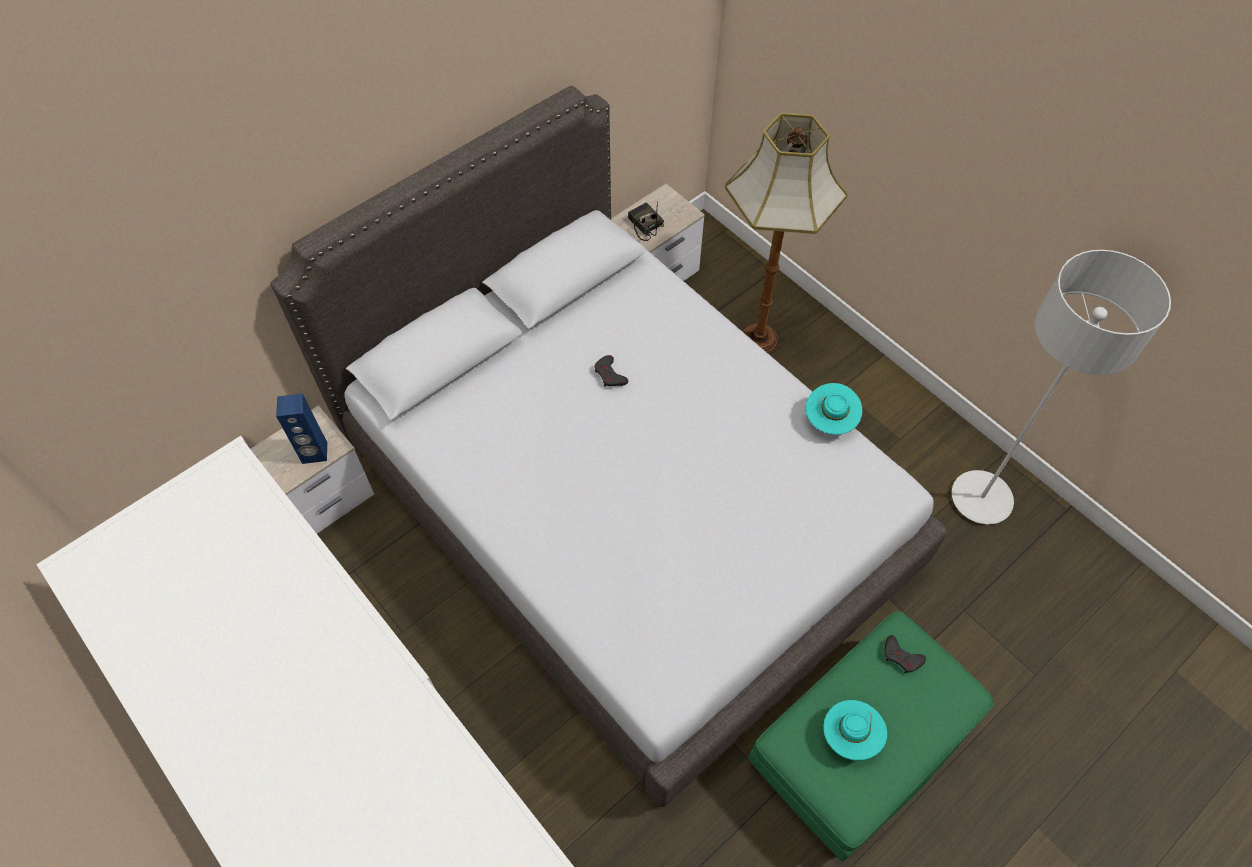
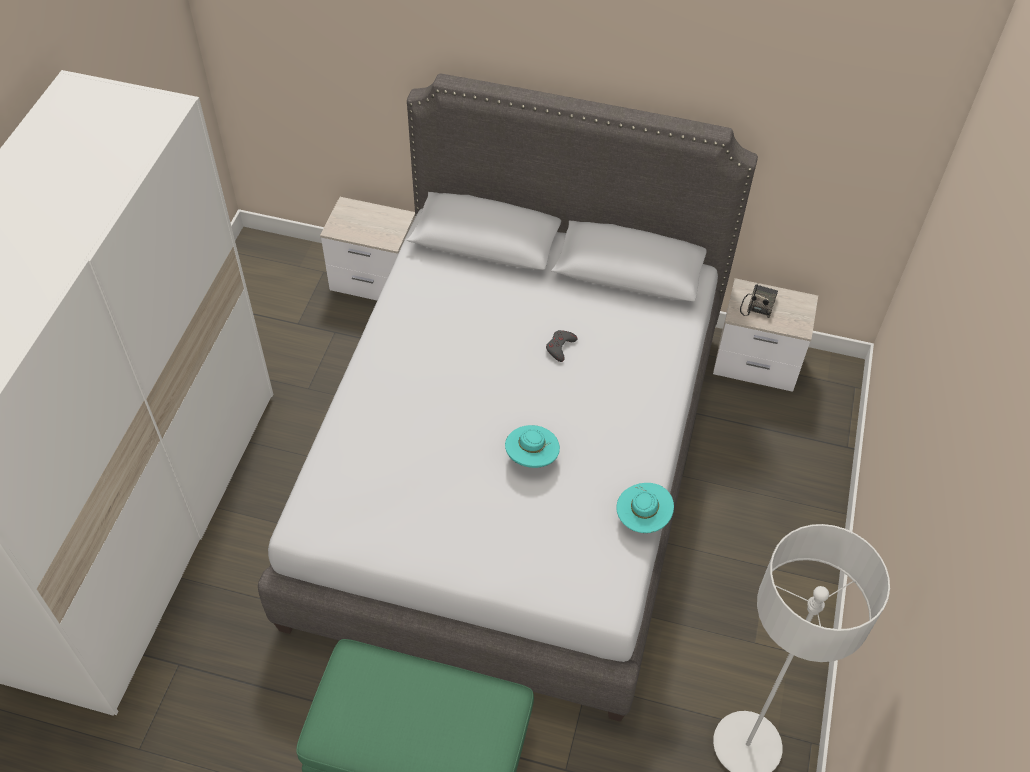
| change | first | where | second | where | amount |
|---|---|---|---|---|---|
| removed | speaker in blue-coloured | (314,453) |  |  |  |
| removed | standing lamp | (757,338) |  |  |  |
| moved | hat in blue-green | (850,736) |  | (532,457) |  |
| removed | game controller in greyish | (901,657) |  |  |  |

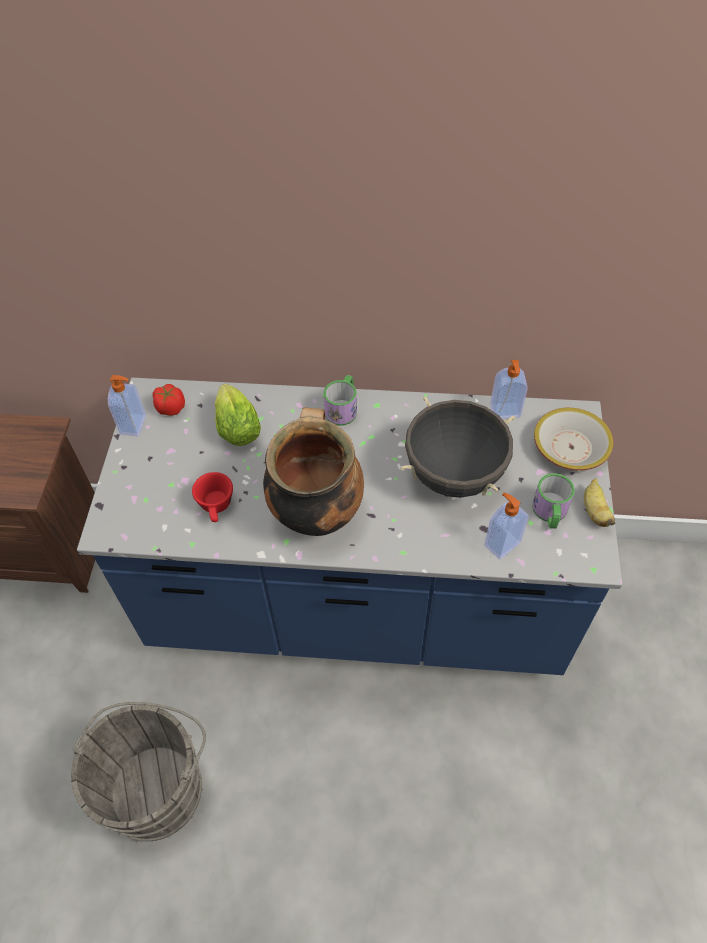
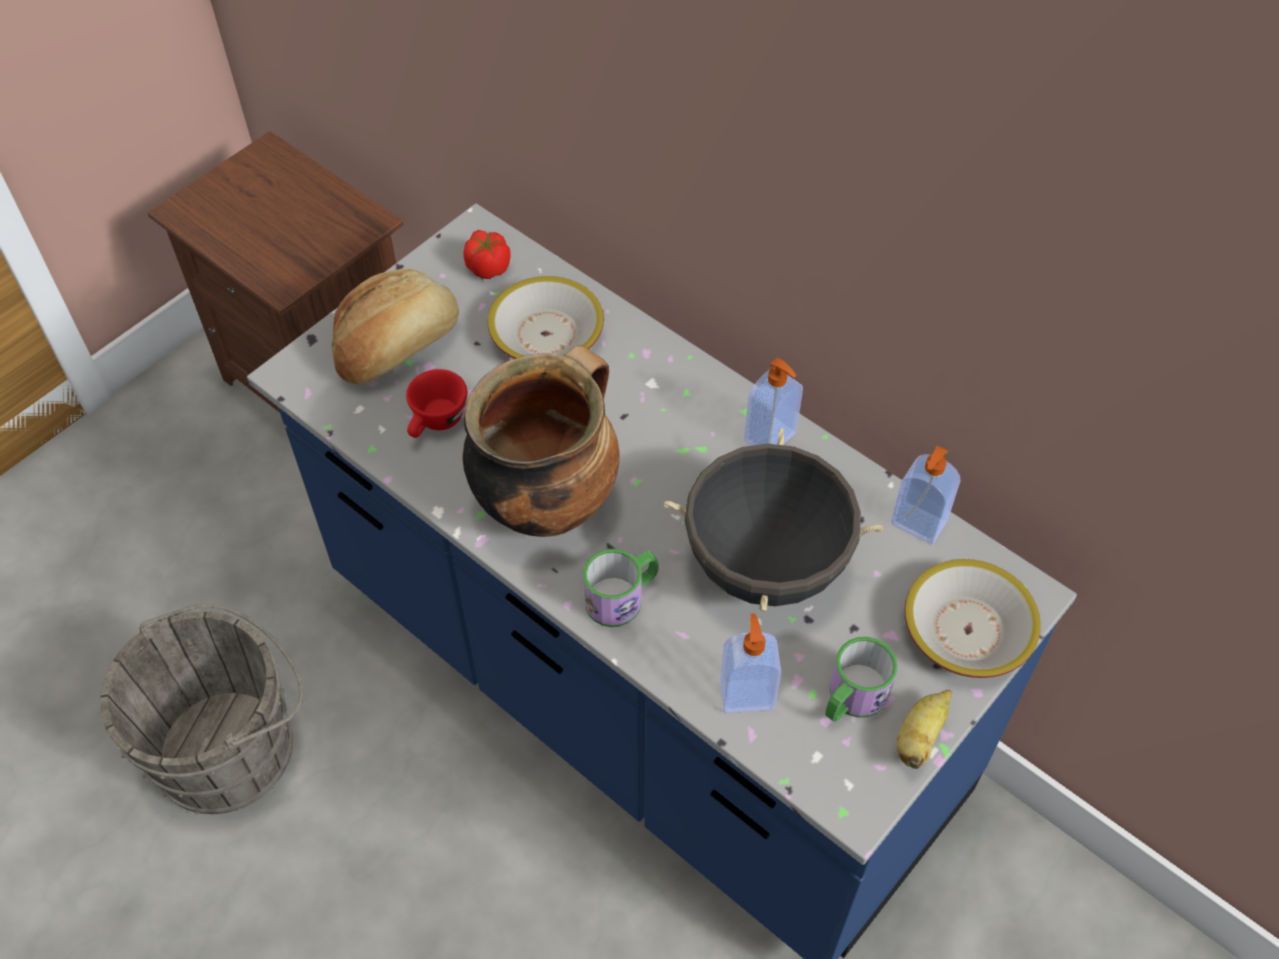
| change | first | where | second | where | amount |
|---|---|---|---|---|---|
| moved | soap bottle | (134,425) |  | (771,438) |  |
| replaced | lettuce | (236,426) | serving bowl | (546,335) |  |
| moved | tea mug | (343,408) |  | (622,596) |  |
| added |  |  | bread | (397,346) |  |

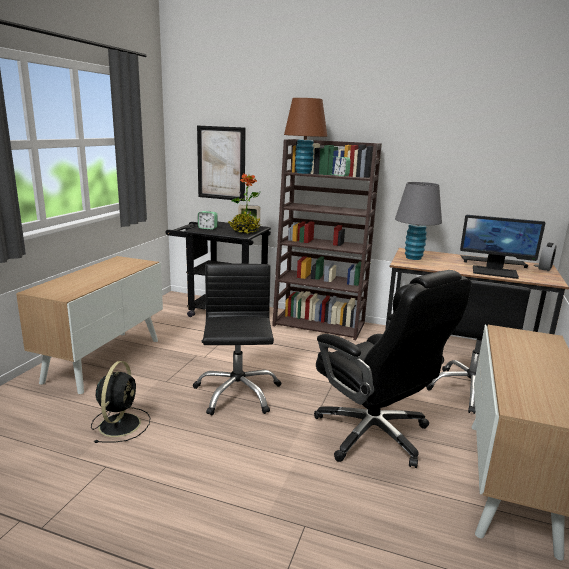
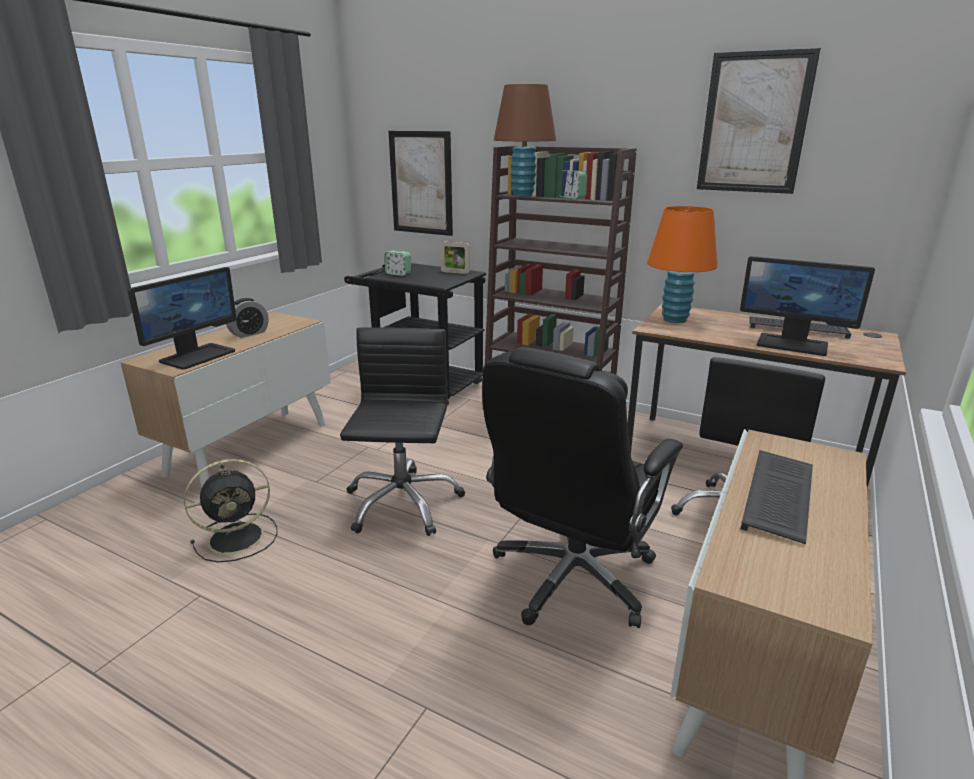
| change | first | where | second | where | amount |
|---|---|---|---|---|---|
| turned | electric fan in blackish | (120,424) |  | (239,537) | 45 degrees clockwise |
| removed | potted plant | (244,231) |  |  |  |
| turned | desk chair in blackish | (374,434) |  | (572,578) | 60 degrees clockwise |
| recoloured | tabletop lamp in greyish | (413,258) | tabletop lamp in orange | (675,319) |  |
| moved | bedside clock | (545,268) |  | (249,333) |  |
| added |  |  | computer screen | (197,356) |  |
| added |  |  | wall picture | (754,123) |  |
| added |  |  | PC keyboard | (780,498) |  |

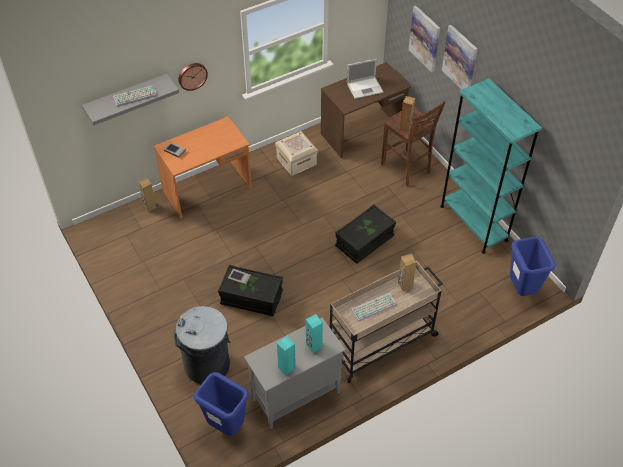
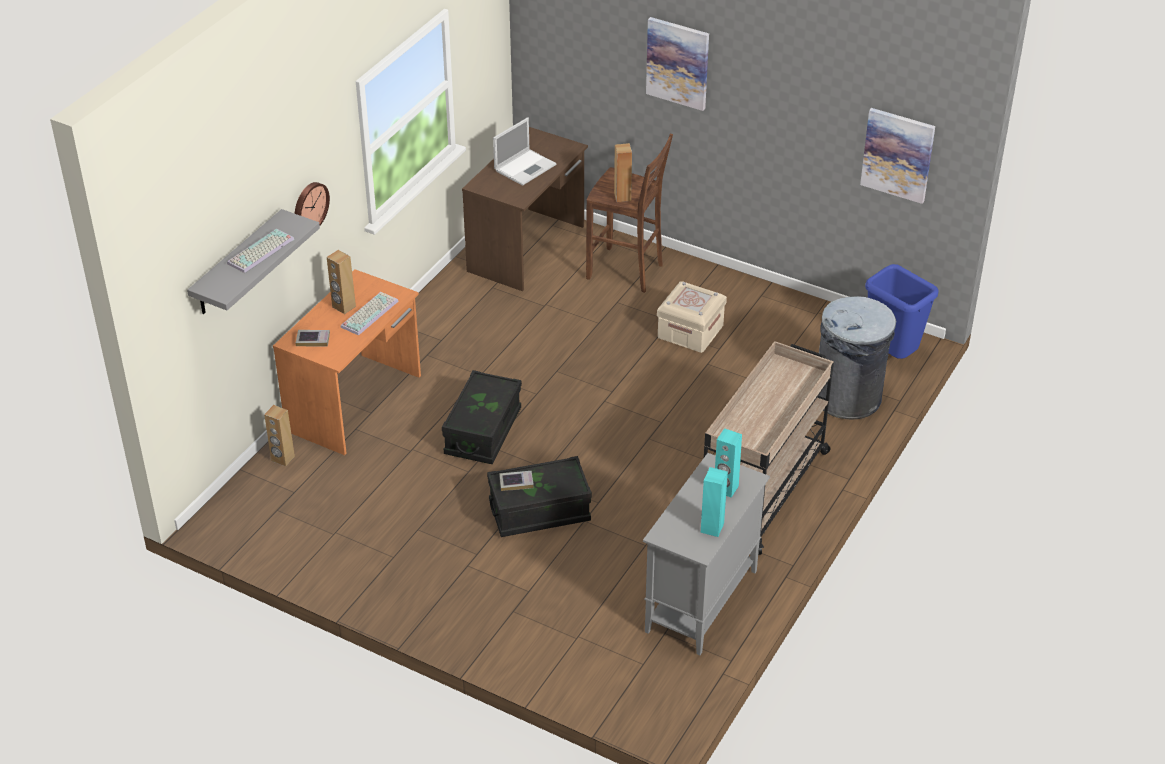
| change | first | where | second | where | amount |
|---|---|---|---|---|---|
| moved | rubbish bin in greyish | (207,365) |  | (848,398) |  |
| removed | rubbish bin in blue-coloured | (227,426) |  |  |  |
| moved | storage container in sand-coloured | (296,161) |  | (690,332) |  |
| moved | storage container in blackish | (364,241) |  | (483,432) |  |
| moved | PC keyboard | (374,306) |  | (369,313) |  |
| moved | speaker in brown | (404,285) |  | (343,307) |  |
| moved | wall picture | (425,38) |  | (898,154) |  |
| removed | shelving unit in blue-green | (473,223) |  |  |  |

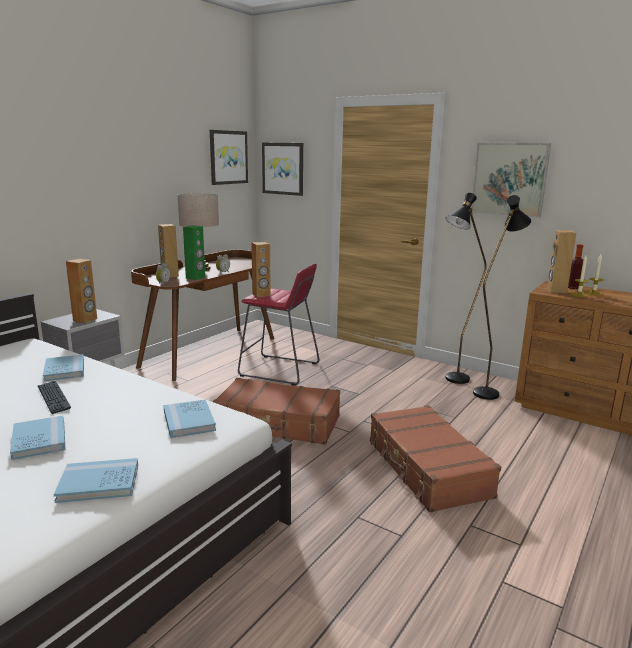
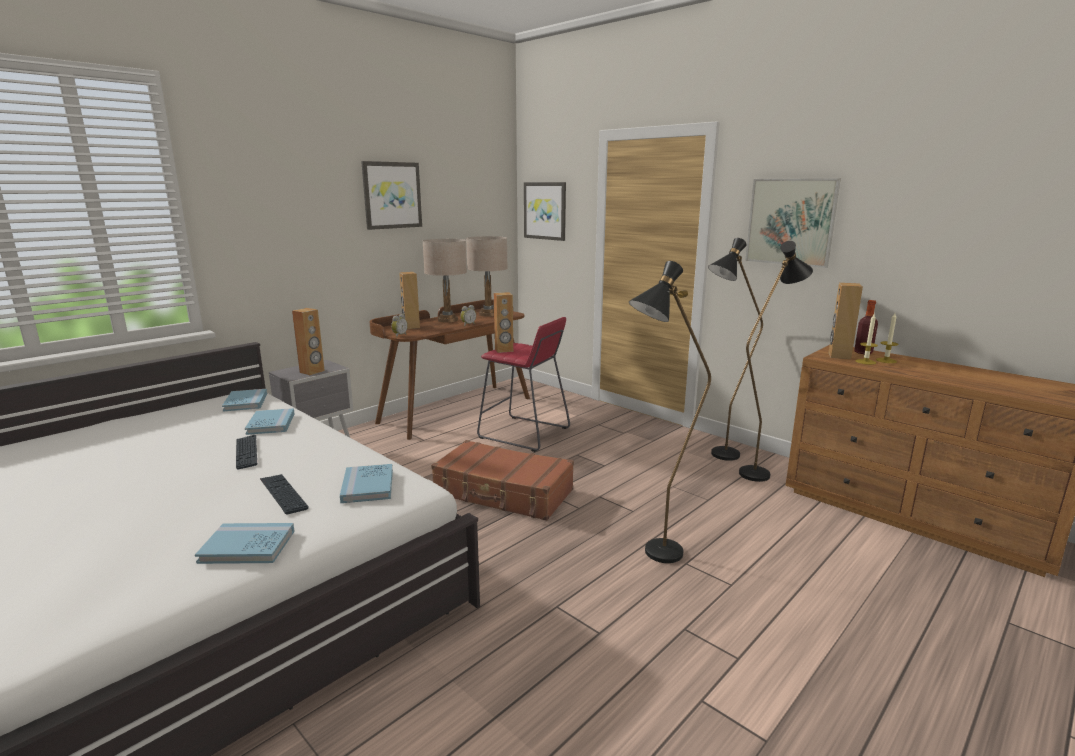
| change | first | where | second | where | amount |
|---|---|---|---|---|---|
| moved | book in blue-coloured | (39,440) |  | (245,402) |  |
| removed | speaker in green-coloured | (195,278) |  |  |  |
| moved | wall picture | (228,157) |  | (392,195) |  |
| replaced | travel case in brown | (426,468) | standing lamp in blackish | (654,557) |  |
| added |  |  | PC keyboard | (283,494) |  |
| added |  |  | tabletop lamp in sand-coloured | (488,314) |  |

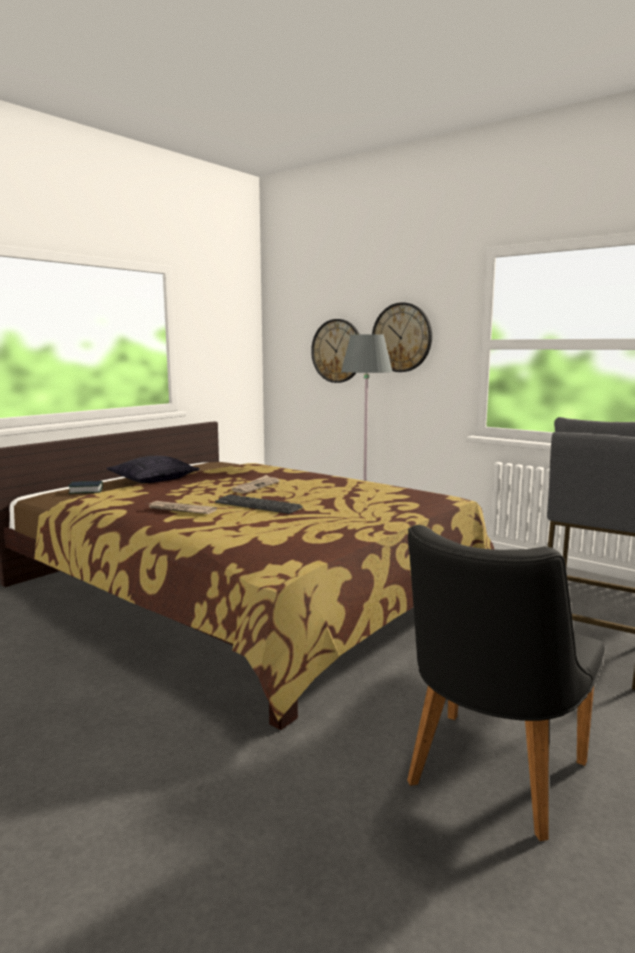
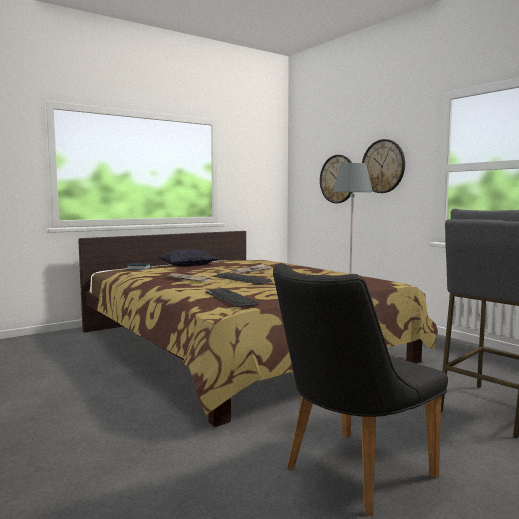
| change | first | where | second | where | amount |
|---|---|---|---|---|---|
| added |  |  | PC keyboard | (230,298) |  |

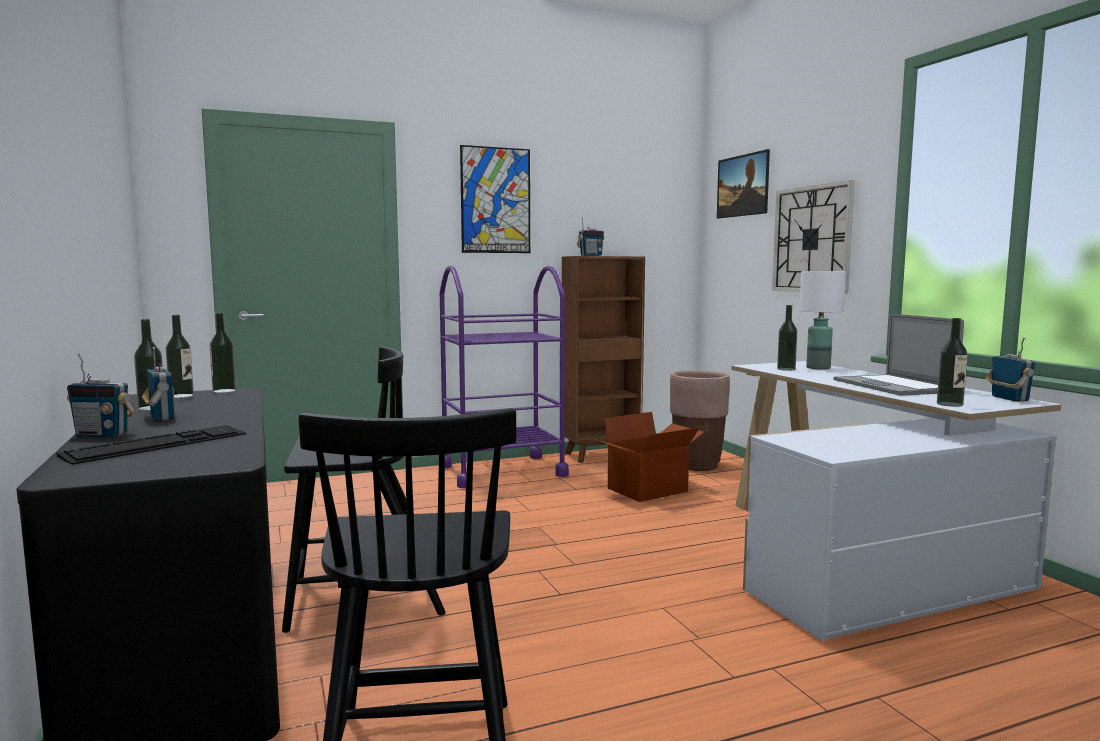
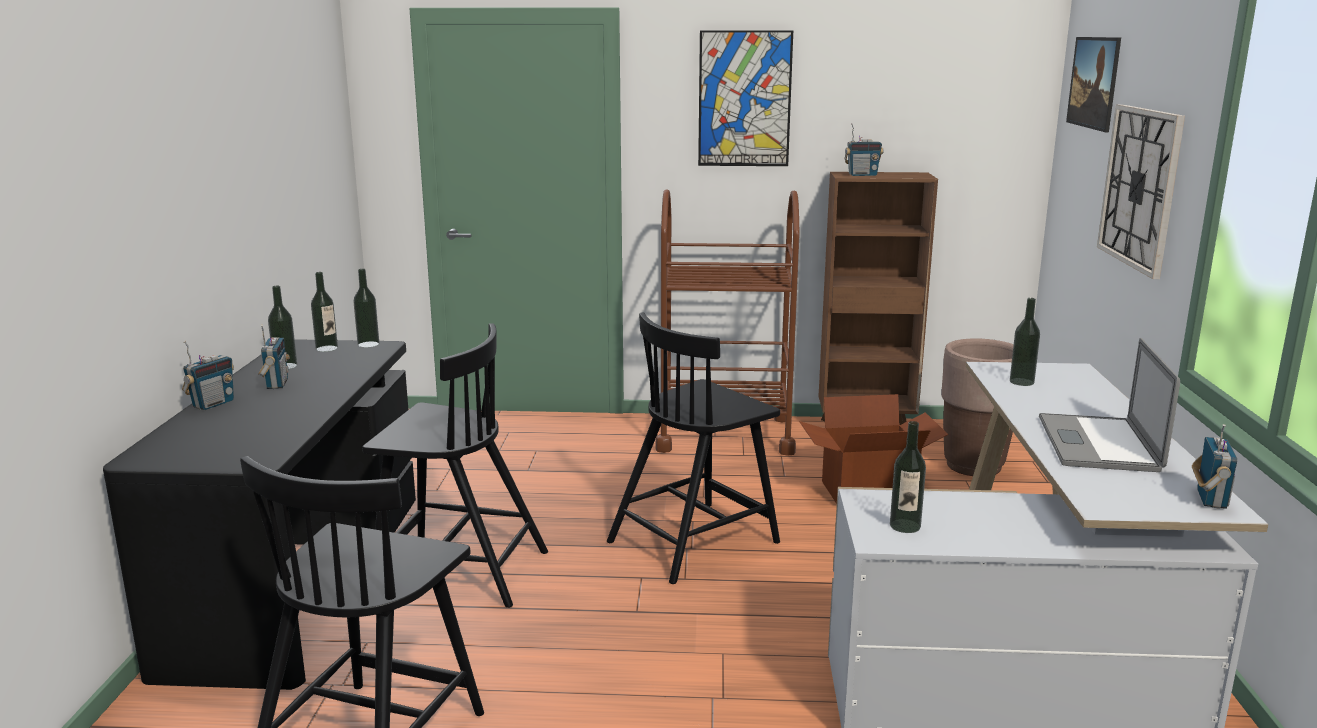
| change | first | where | second | where | amount |
|---|---|---|---|---|---|
| removed | PC keyboard | (157,444) |  |  |  |
| turned | radio receiver | (102,435) |  | (213,404) | 90 degrees counterclockwise |
| recoloured | trolley in purple-coloured | (502,471) | trolley in brown | (724,434) |  |
| removed | tabletop lamp in white | (817,368) |  |  |  |
| moved | drink bottle | (949,404) |  | (905,526) |  |
| added |  |  | chair in blackish | (695,541) |  |

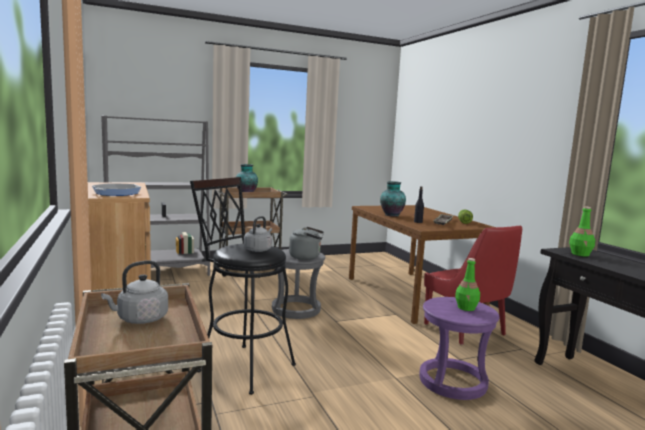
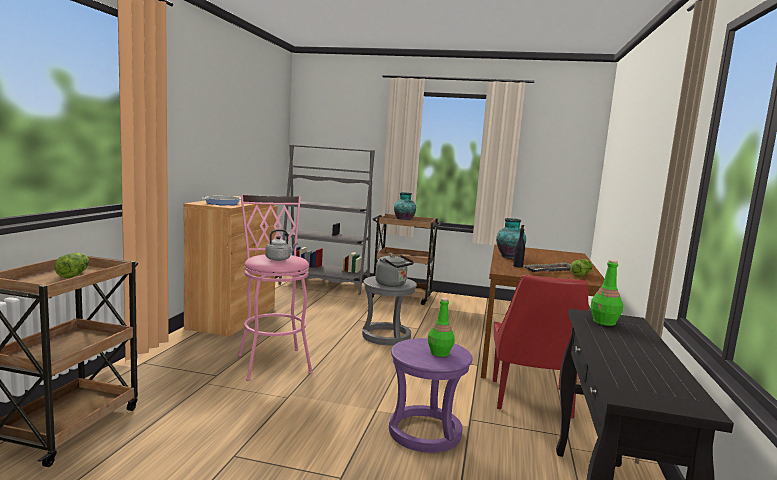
| change | first | where | second | where | amount |
|---|---|---|---|---|---|
| replaced | water kettle in greyish | (140,319) | lettuce | (74,274) |  |
| recoloured | stool seat in blackish | (241,365) | stool seat in pink-coloured | (273,361) |  |

